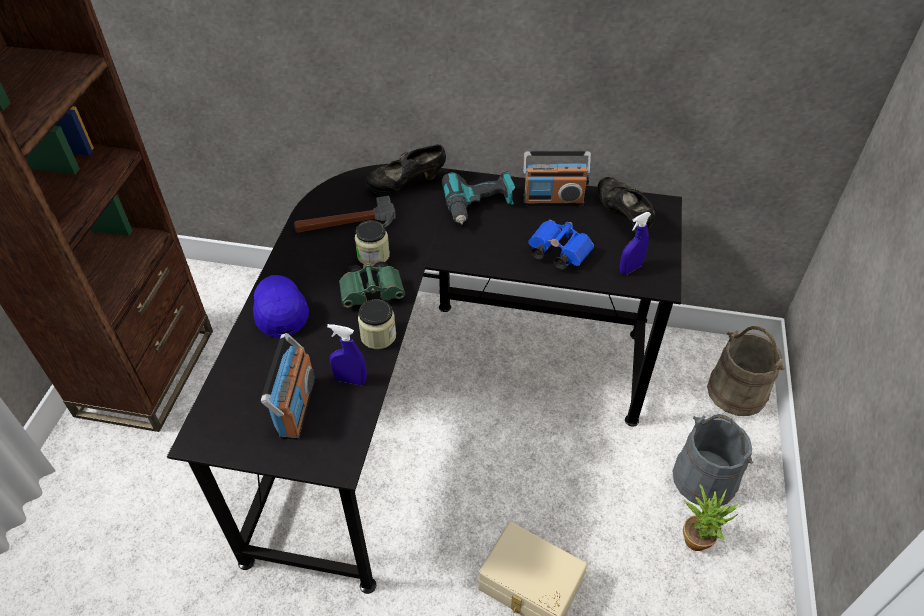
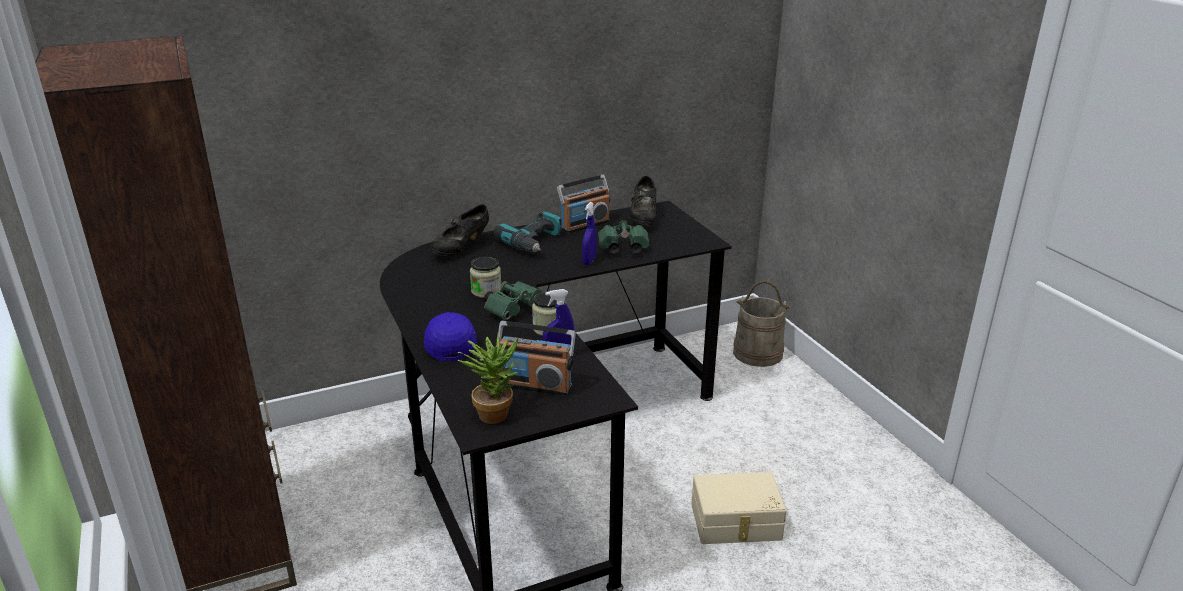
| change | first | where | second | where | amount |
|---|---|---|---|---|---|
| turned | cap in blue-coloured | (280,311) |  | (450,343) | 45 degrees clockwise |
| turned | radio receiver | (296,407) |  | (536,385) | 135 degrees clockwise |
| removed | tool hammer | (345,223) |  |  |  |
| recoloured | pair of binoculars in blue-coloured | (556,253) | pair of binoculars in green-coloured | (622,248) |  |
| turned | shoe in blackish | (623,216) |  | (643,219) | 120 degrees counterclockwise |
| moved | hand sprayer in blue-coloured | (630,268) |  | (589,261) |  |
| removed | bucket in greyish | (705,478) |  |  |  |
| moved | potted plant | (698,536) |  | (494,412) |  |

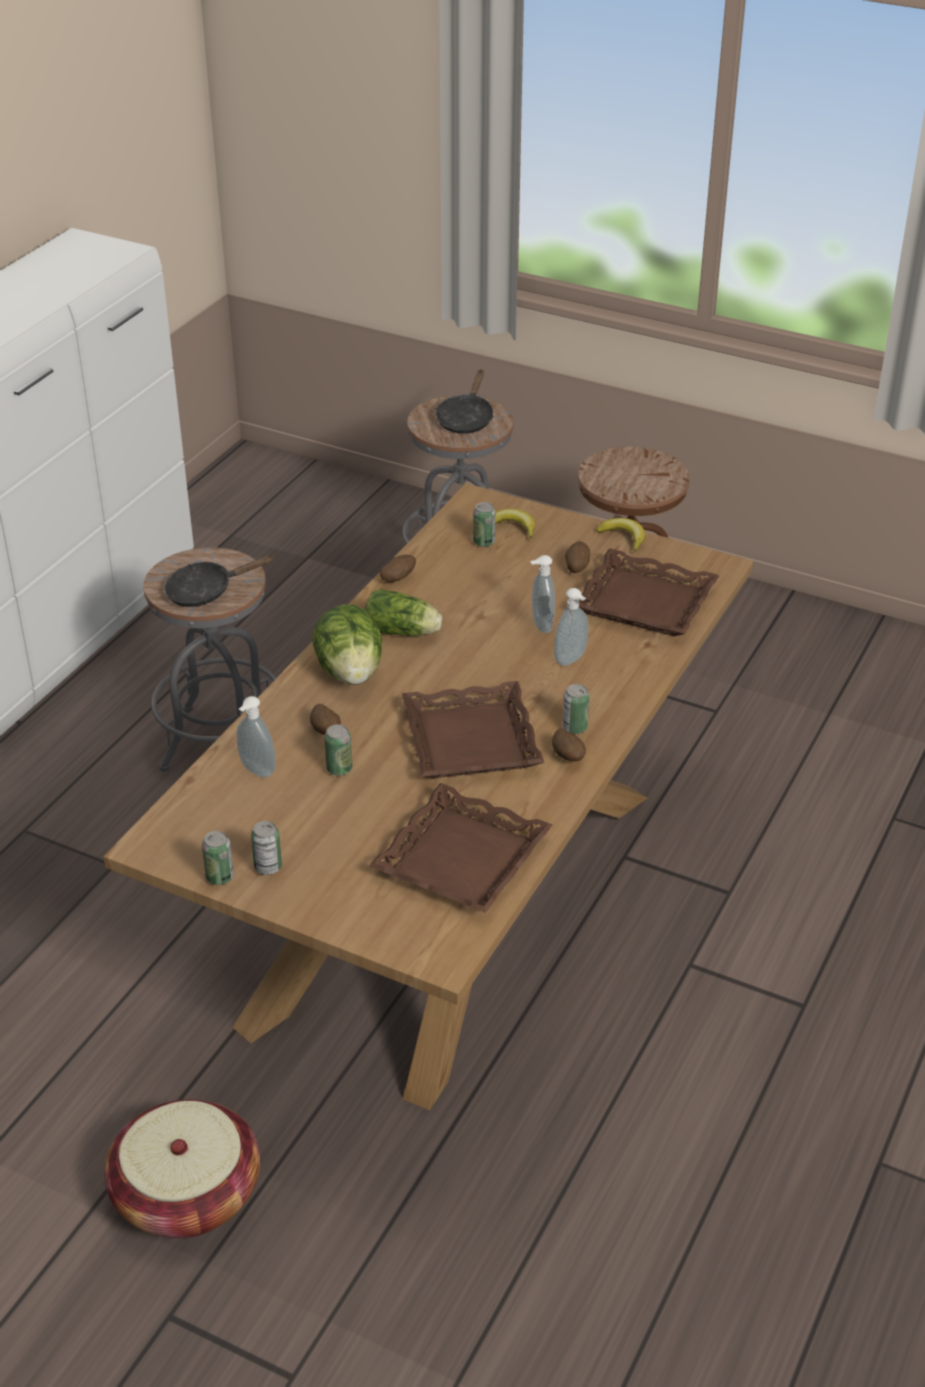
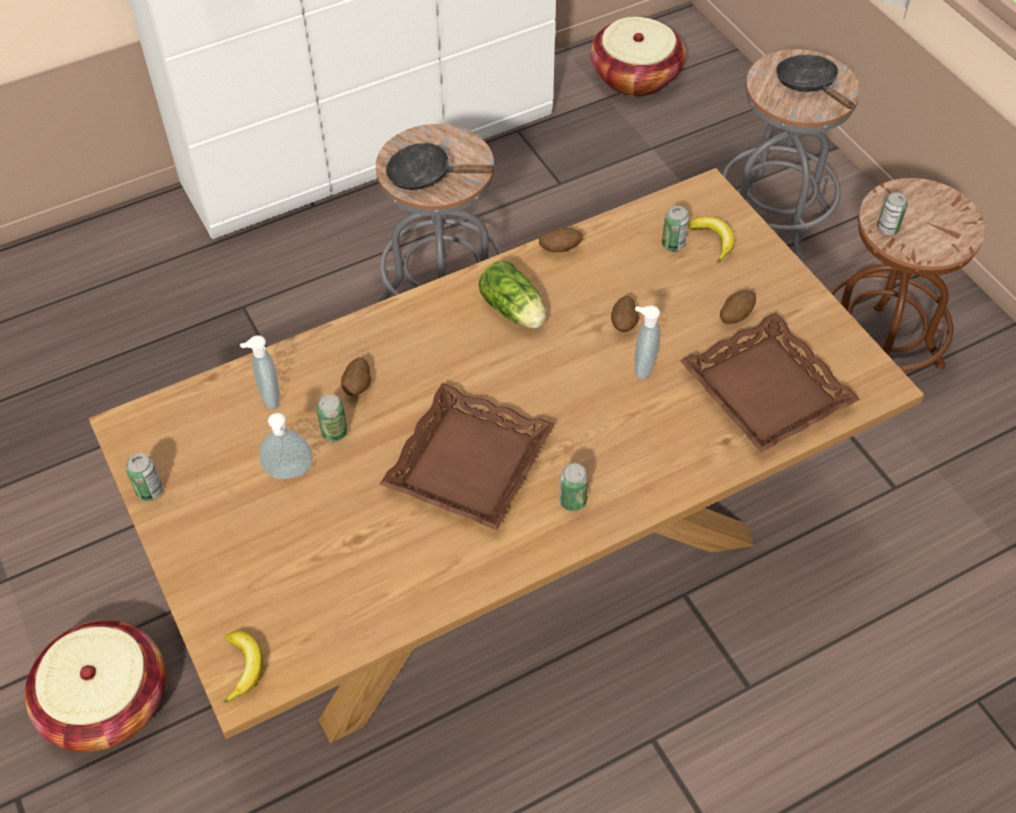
| change | first | where | second | where | amount |
|---|---|---|---|---|---|
| moved | can | (268,867) |  | (887,229) |  |
| removed | lettuce | (350,672) |  |  |  |
| removed | serving tray in brown | (463,859) |  |  |  |
| turned | pan in blackish | (466,419) |  | (809,85) | 105 degrees clockwise |
| moved | whole potato | (568,757) |  | (624,324) |  |
| moved | soap bottle | (572,660) |  | (290,475) |  |
| moved | whole banana | (623,538) |  | (243,667) |  |
| added |  |  | storage basket | (635,77) |  |

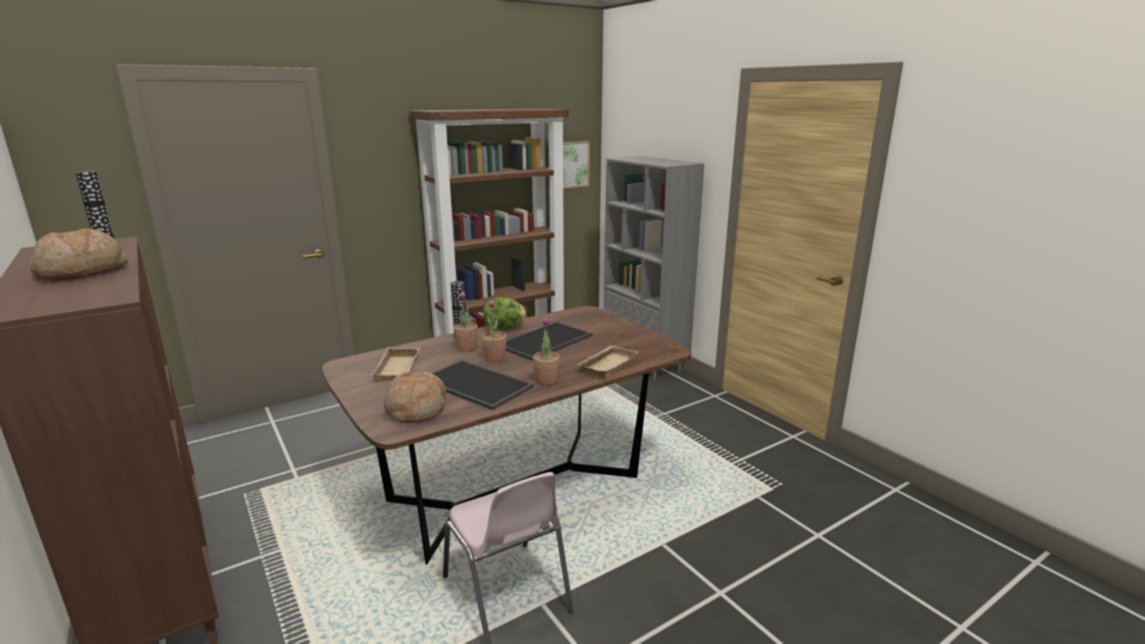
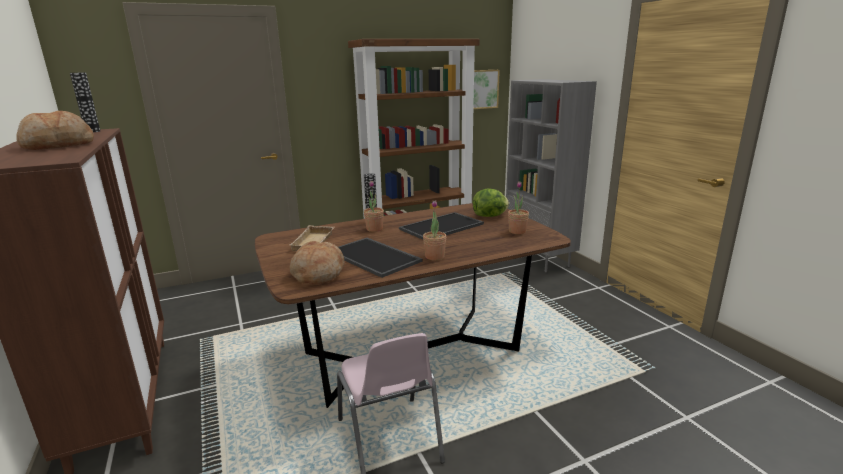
| change | first | where | second | where | amount |
|---|---|---|---|---|---|
| moved | potted plant | (495,358) |  | (517,231) |  |
| moved | lettuce | (504,328) |  | (490,216) |  |
| removed | serving tray in sand-coloured | (607,365) |  |  |  |

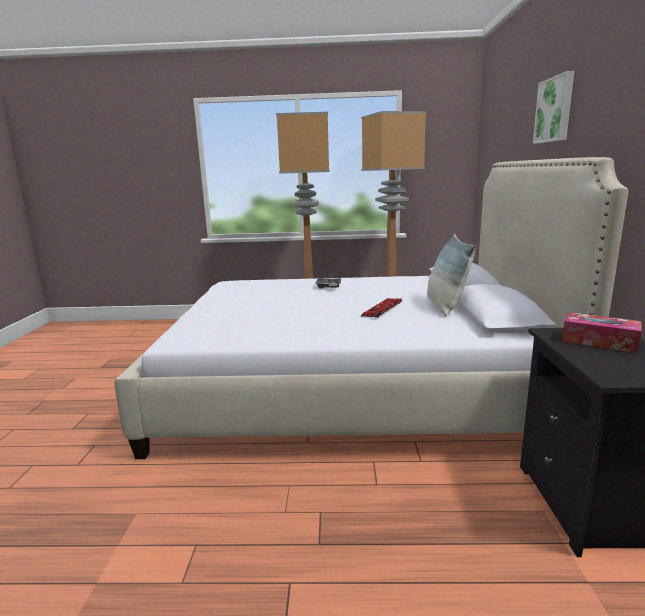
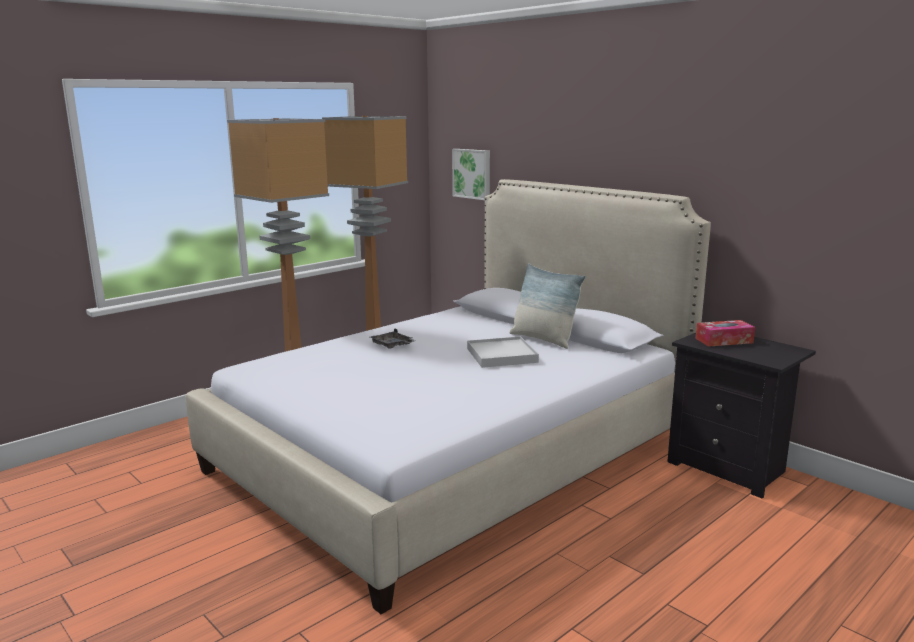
| change | first | where | second | where | amount |
|---|---|---|---|---|---|
| replaced | PC keyboard | (382,309) | serving tray in white | (502,355) |  |
| moved | wall picture | (555,110) |  | (472,173) |  |

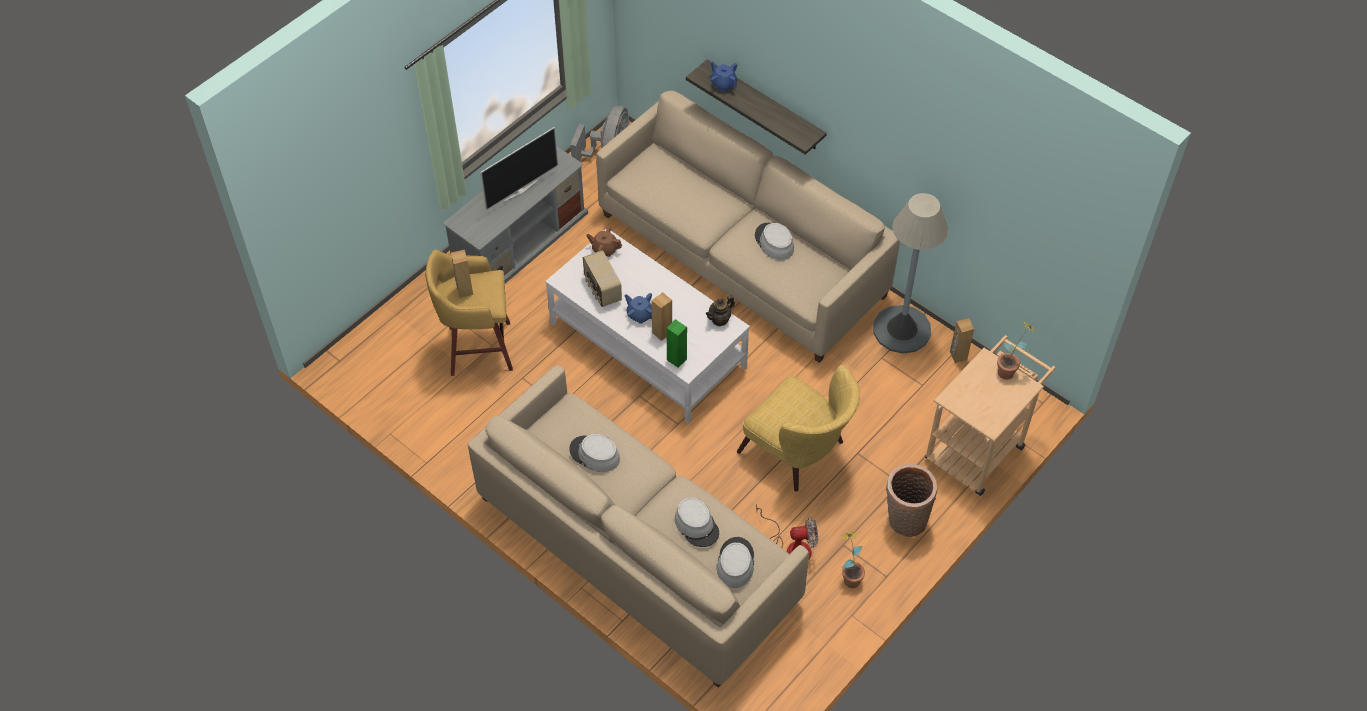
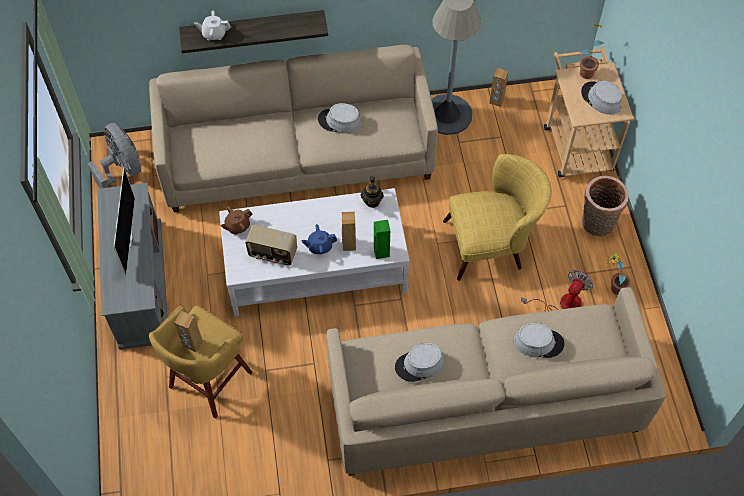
| change | first | where | second | where | amount |
|---|---|---|---|---|---|
| recoloured | teapot in blue-coloured | (723,84) | teapot in white | (214,34) |  |
| moved | hat in greyish | (735,563) |  | (601,99) |  |

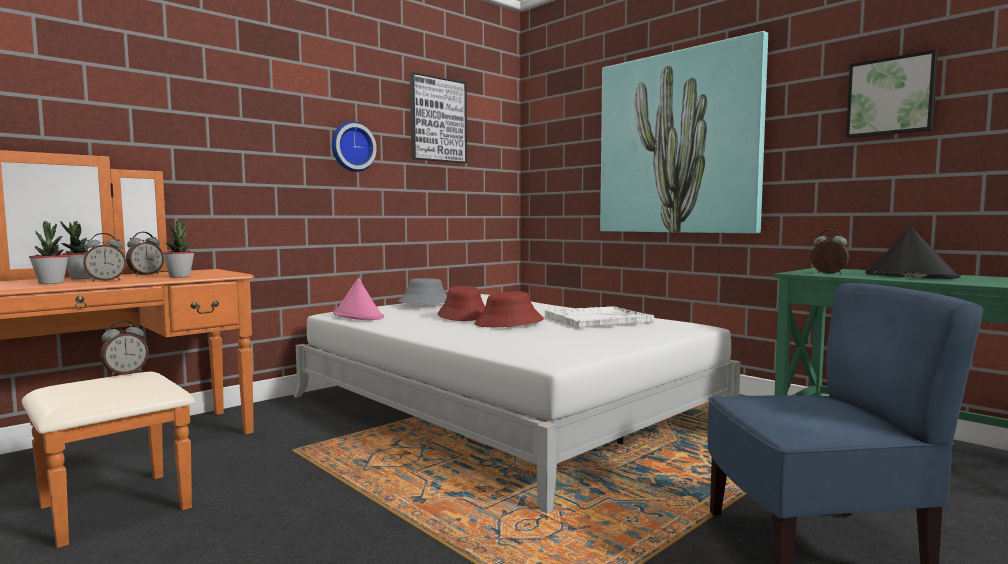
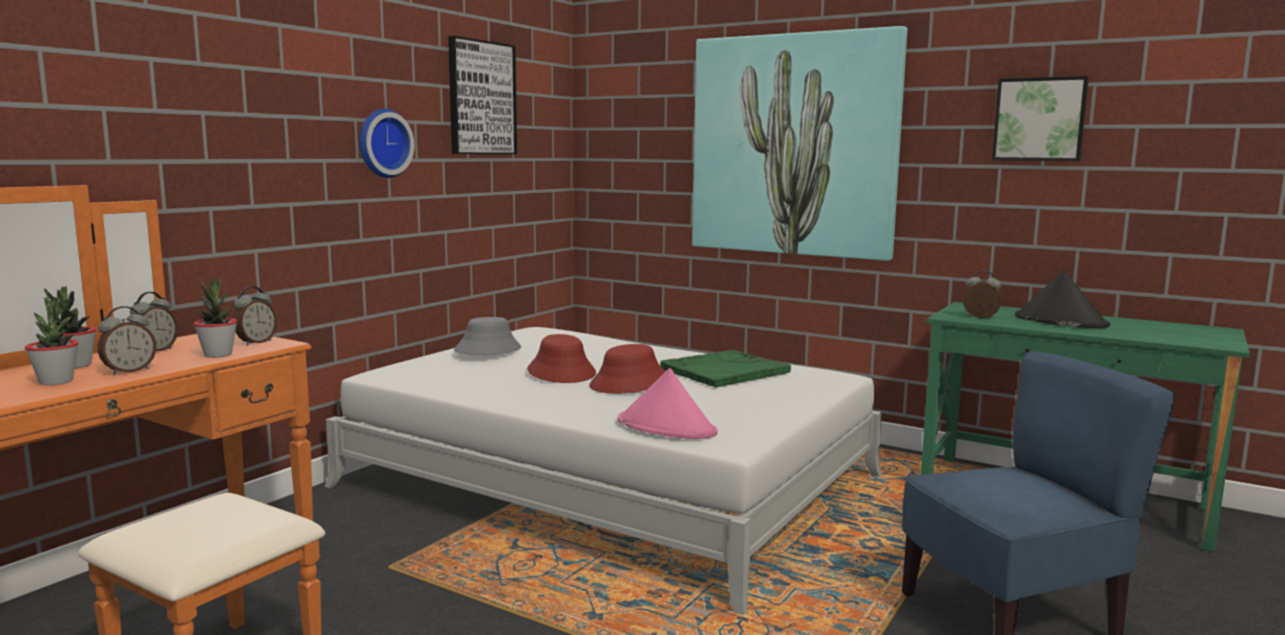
| change | first | where | second | where | amount |
|---|---|---|---|---|---|
| moved | bedside clock | (125,373) |  | (256,342) |  |
| moved | hat in pink-coloured | (358,316) |  | (667,427) |  |
| recoloured | serving tray in white | (597,319) | serving tray in green-coloured | (724,371) |  |

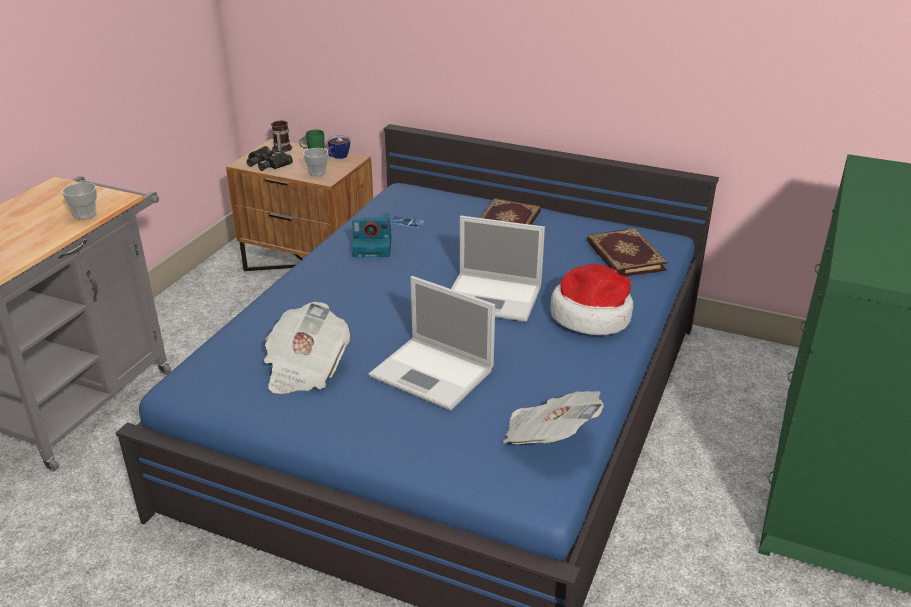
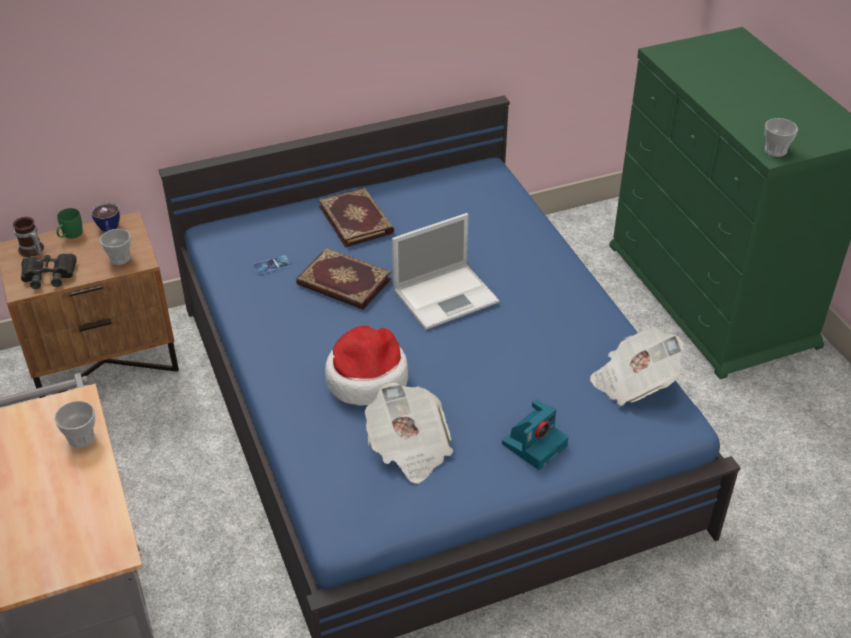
| change | first | where | second | where | amount |
|---|---|---|---|---|---|
| moved | photo camera | (373,247) |  | (535,443) |  |
| removed | portable computer | (433,373) |  |  |  |
| moved | hat | (592,316) |  | (366,378) |  |
| moved | book | (624,256) |  | (343,283) |  |
| added |  |  | drinking cup | (775,150) |  |

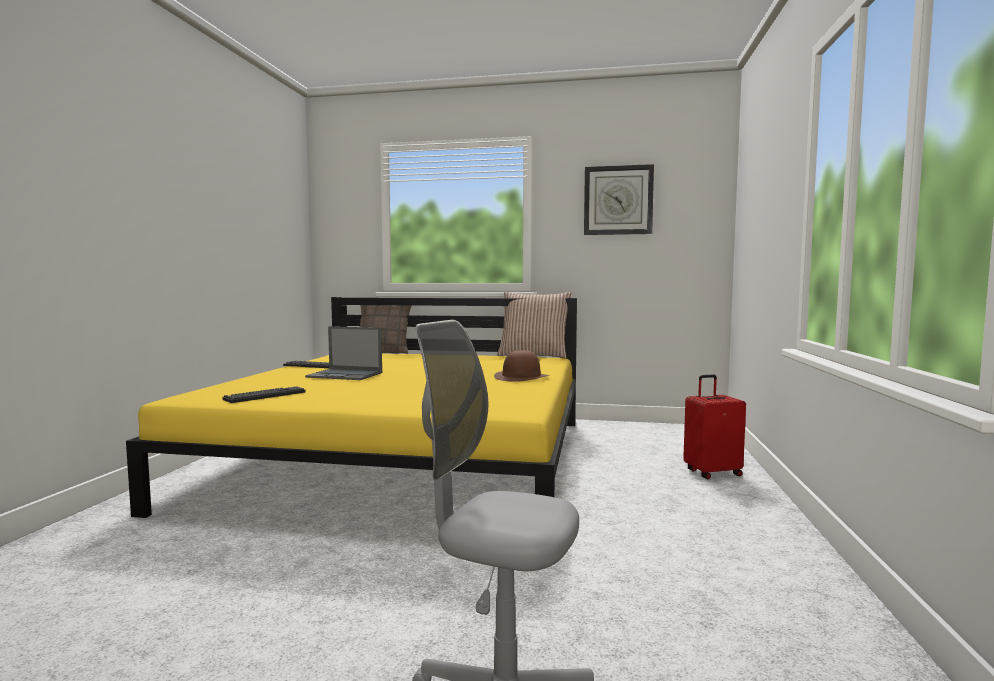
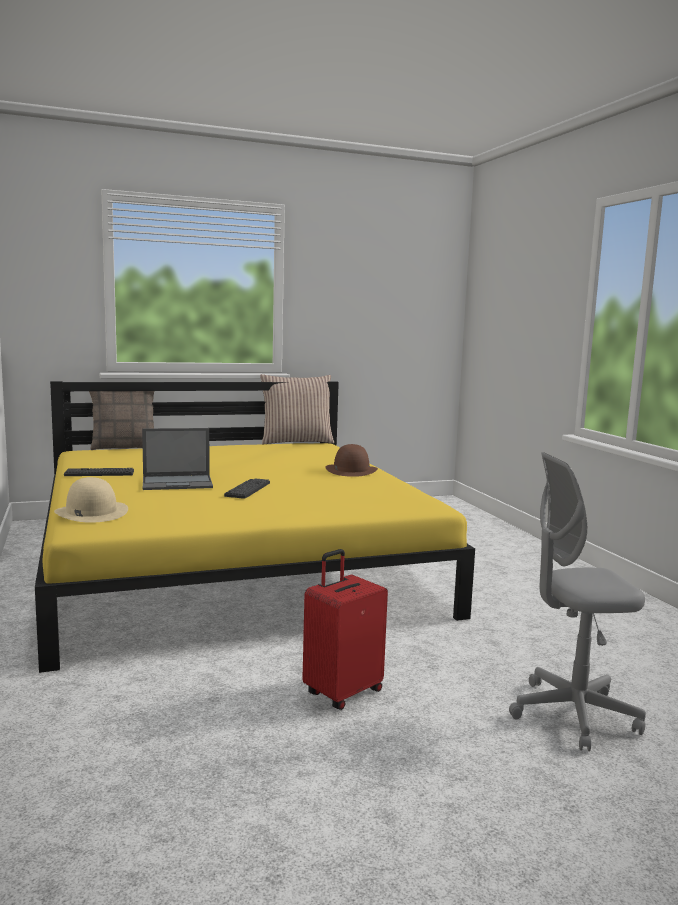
| change | first | where | second | where | amount |
|---|---|---|---|---|---|
| moved | PC keyboard | (265,395) |  | (247,489) |  |
| removed | clock on the wall | (618,200) |  |  |  |
| moved | travel case in red | (712,473) |  | (342,692) |  |
| added |  |  | hat in sand-coloured | (91,512) |  |

